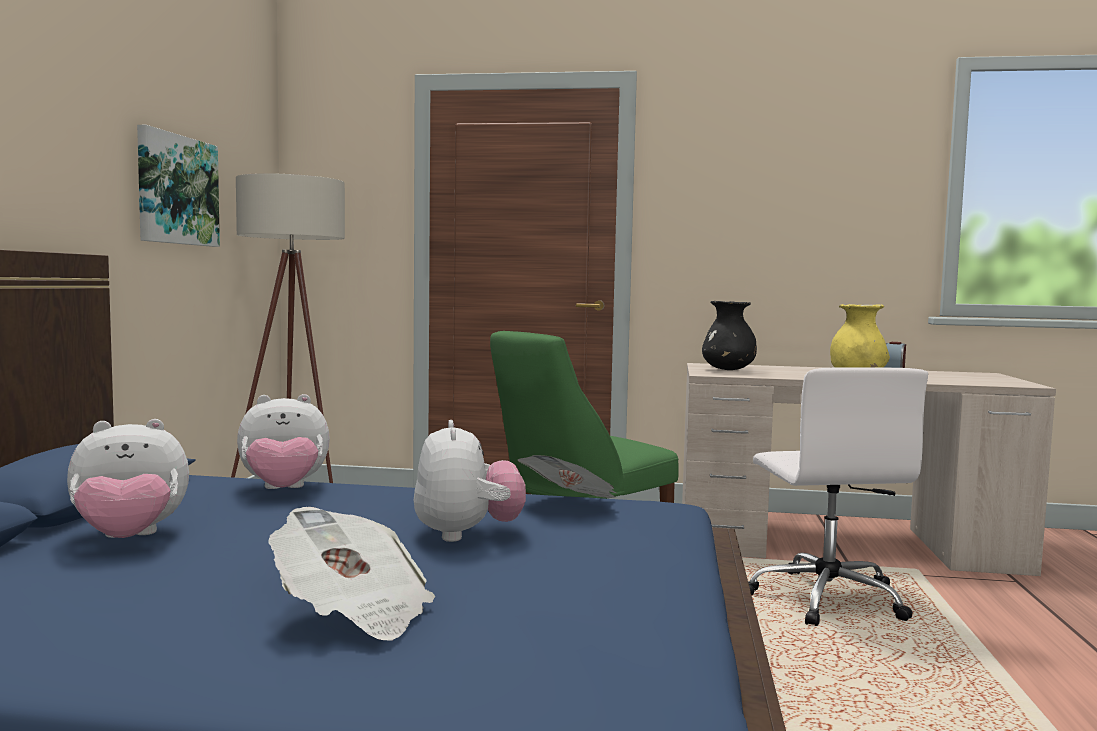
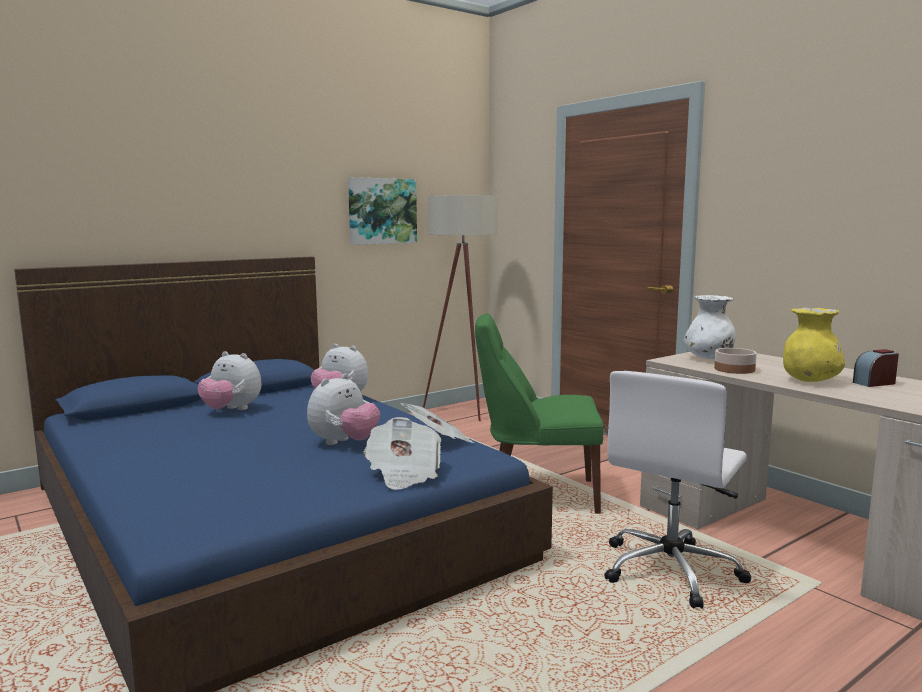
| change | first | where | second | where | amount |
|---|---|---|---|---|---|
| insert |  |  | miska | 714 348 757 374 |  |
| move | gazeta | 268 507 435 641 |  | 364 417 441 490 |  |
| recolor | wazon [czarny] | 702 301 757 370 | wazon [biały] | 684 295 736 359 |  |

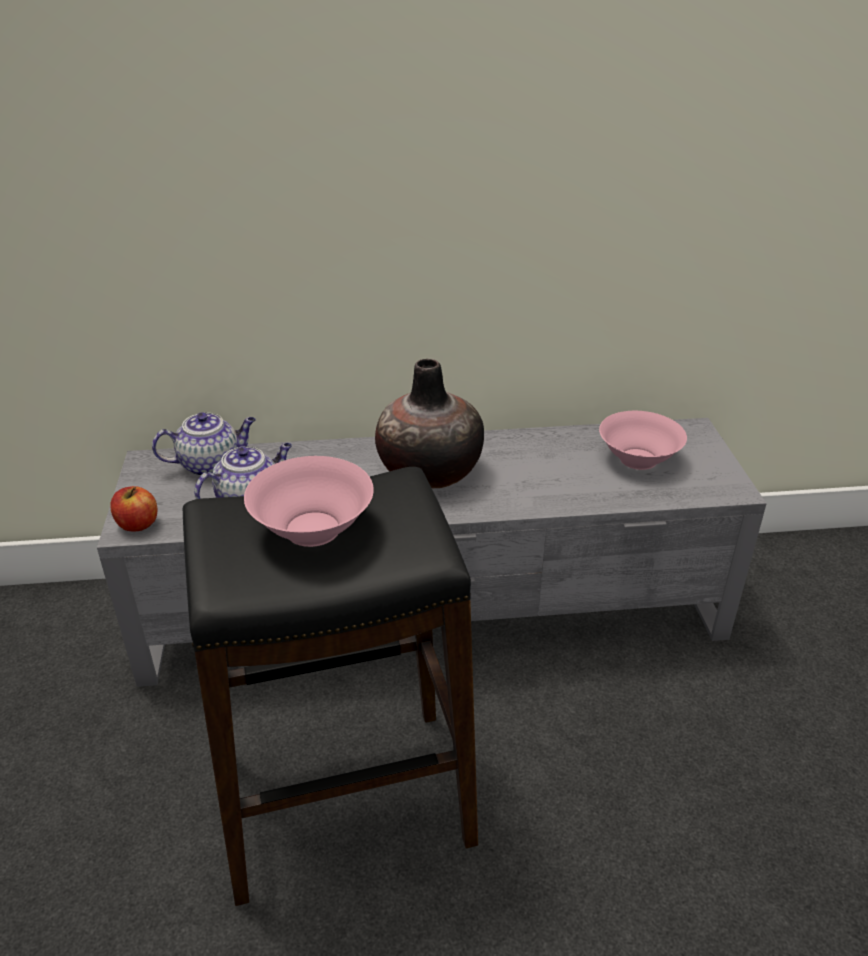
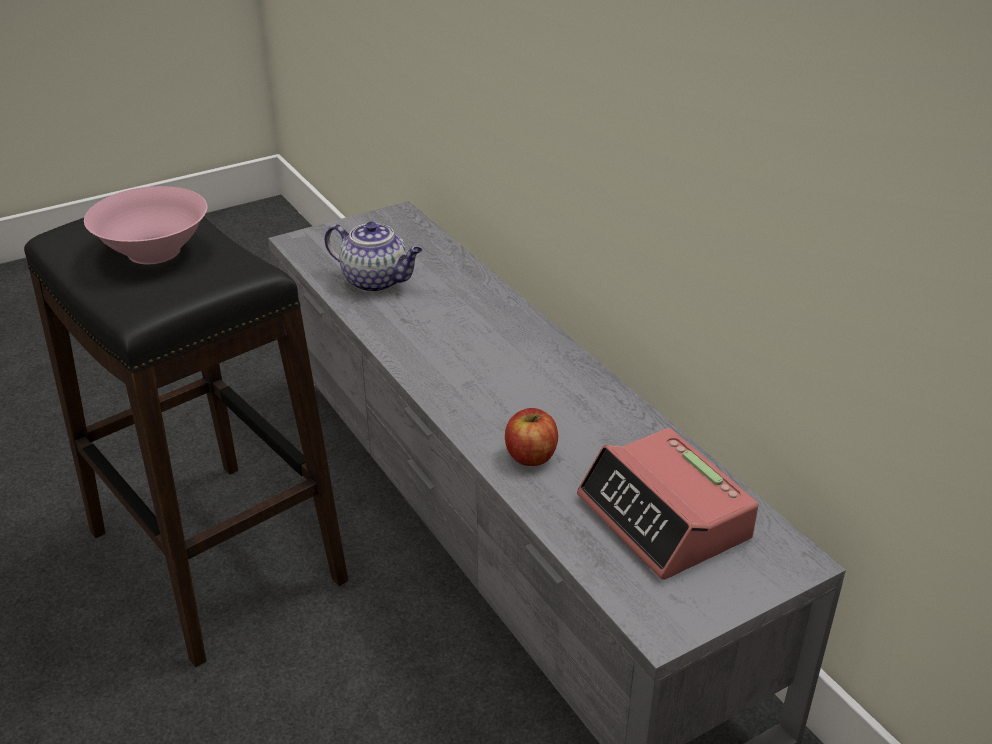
| change | first | where | second | where | amount |
|---|---|---|---|---|---|
| delete | imbryk | 152 412 256 476 |  |  |  |
| delete | wazon | 375 359 484 488 |  |  |  |
| move | jabłko | 111 486 157 531 |  | 505 408 558 466 |  |
| replace | miska [różowy] | 599 411 687 470 | budzik | 577 428 759 580 |  |

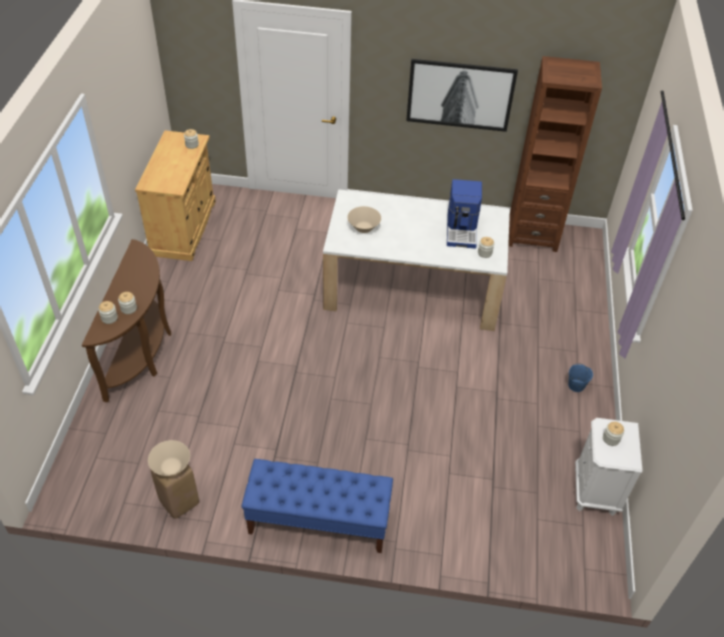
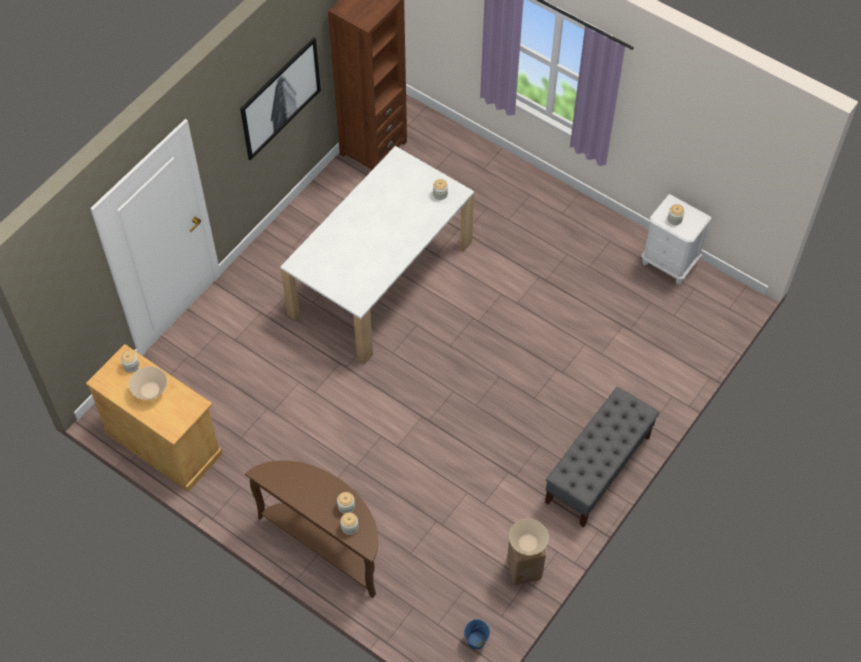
| change | first | where | second | where | amount |
|---|---|---|---|---|---|
| delete | ekspres do kawy | 447 179 482 249 |  |  |  |
| move | miska [beżowy] | 347 206 381 233 |  | 129 366 167 400 |  |
| move | wiadro [niebieski] | 568 363 593 392 |  | 464 619 490 650 |  |
| recolor | ławka [niebieski] | 241 459 393 553 | ławka [szary] | 545 387 659 528 |  |

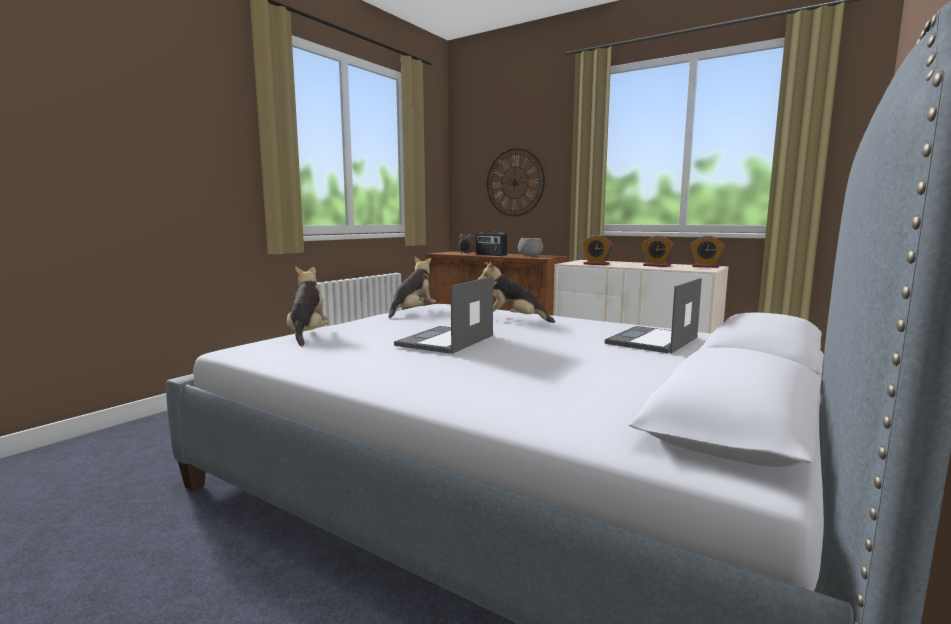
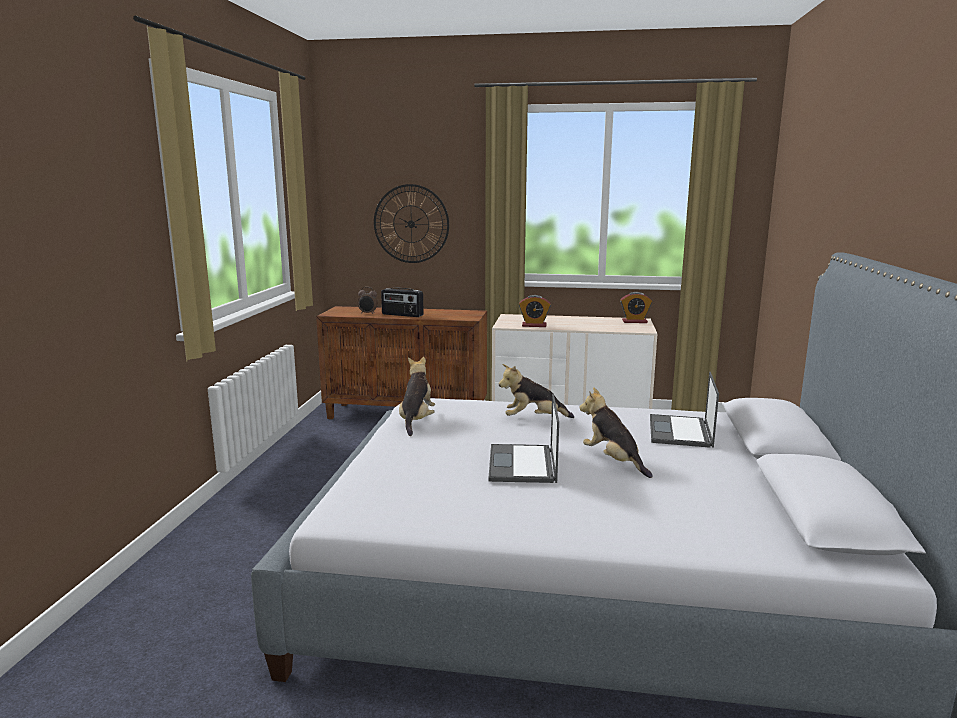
| change | first | where | second | where | amount |
|---|---|---|---|---|---|
| delete | miska [szary] | 518 238 543 256 |  |  |  |
| delete | budzik | 642 235 675 267 |  |  |  |
| move | pluszak | 287 266 329 346 |  | 579 387 653 478 |  |

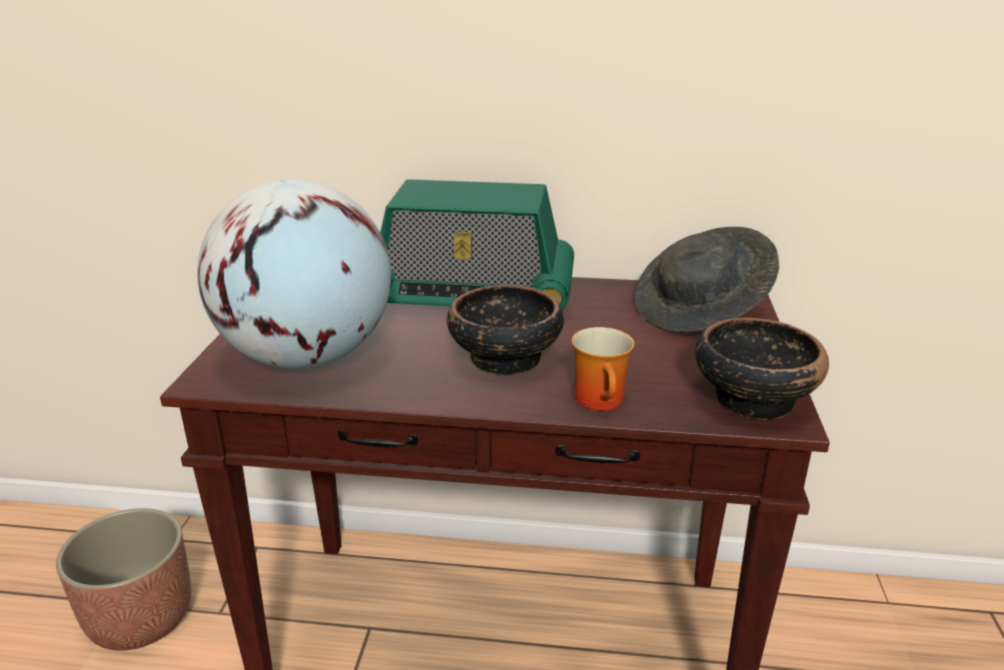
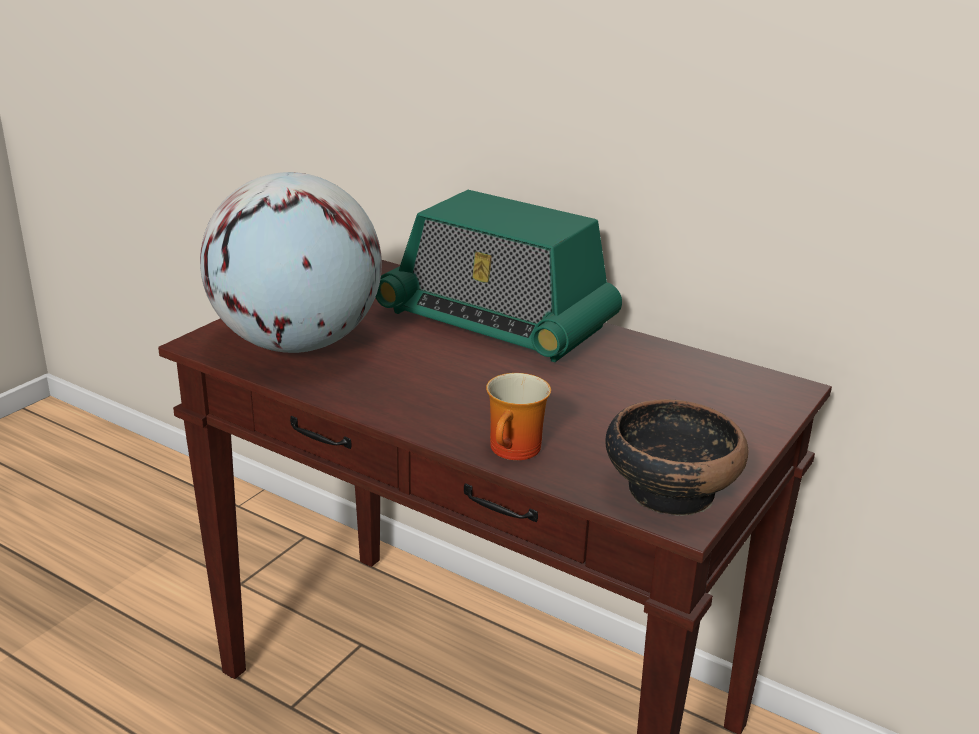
| change | first | where | second | where | amount |
|---|---|---|---|---|---|
| delete | donica | 56 508 191 651 |  |  |  |
| delete | miska | 447 285 564 375 |  |  |  |
| delete | kapelusz [szary] | 635 227 779 333 |  |  |  |

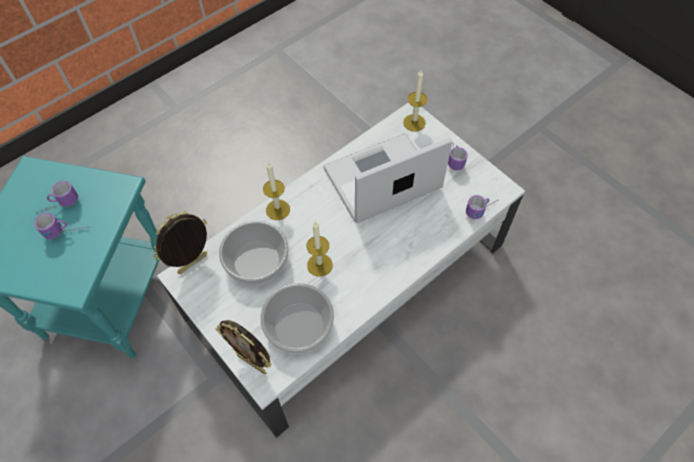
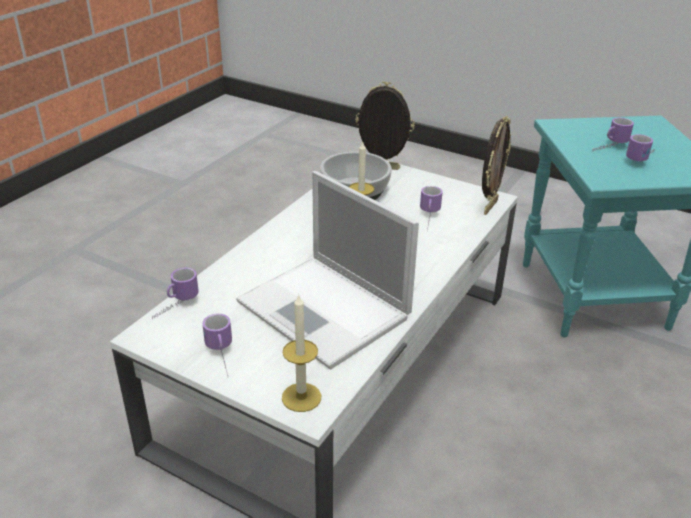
| change | first | where | second | where | amount |
|---|---|---|---|---|---|
| delete | świeca | 263 162 290 220 |  |  |  |
| replace | miska | 219 221 288 285 | kubek | 420 186 442 231 |  |
| rotate | laptop | 323 133 453 223 |  | 236 171 419 369 | 90 degrees clockwise |

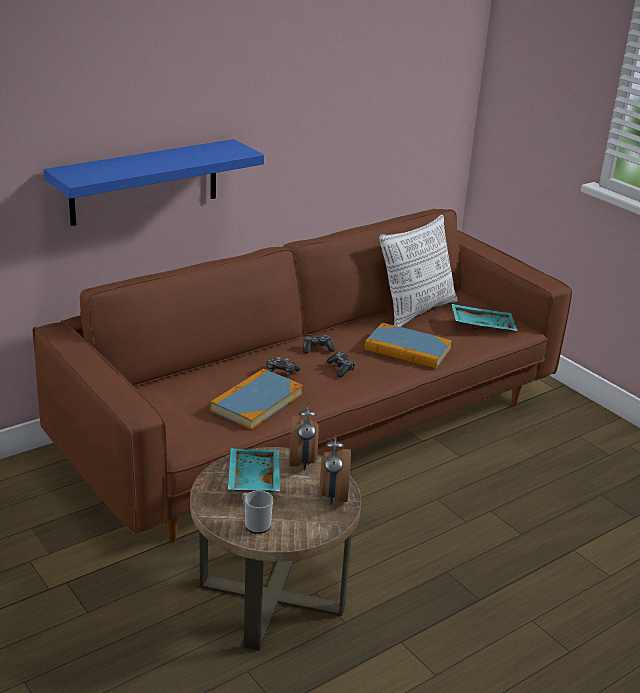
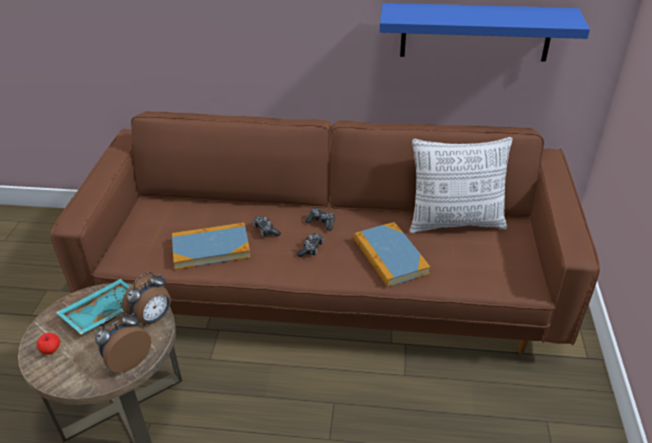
| change | first | where | second | where | amount |
|---|---|---|---|---|---|
| delete | taca [turkusowy] | 451 304 517 332 |  |  |  |
| move | półka [niebieski] | 44 139 264 226 |  | 380 3 590 62 |  |
| replace | kubek | 242 490 273 534 | jabłko | 37 333 60 355 |  |

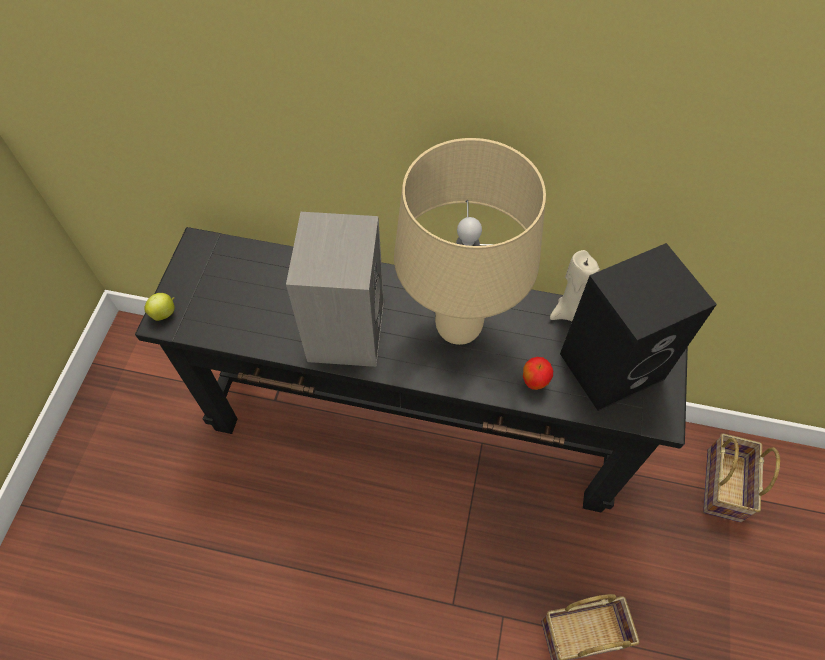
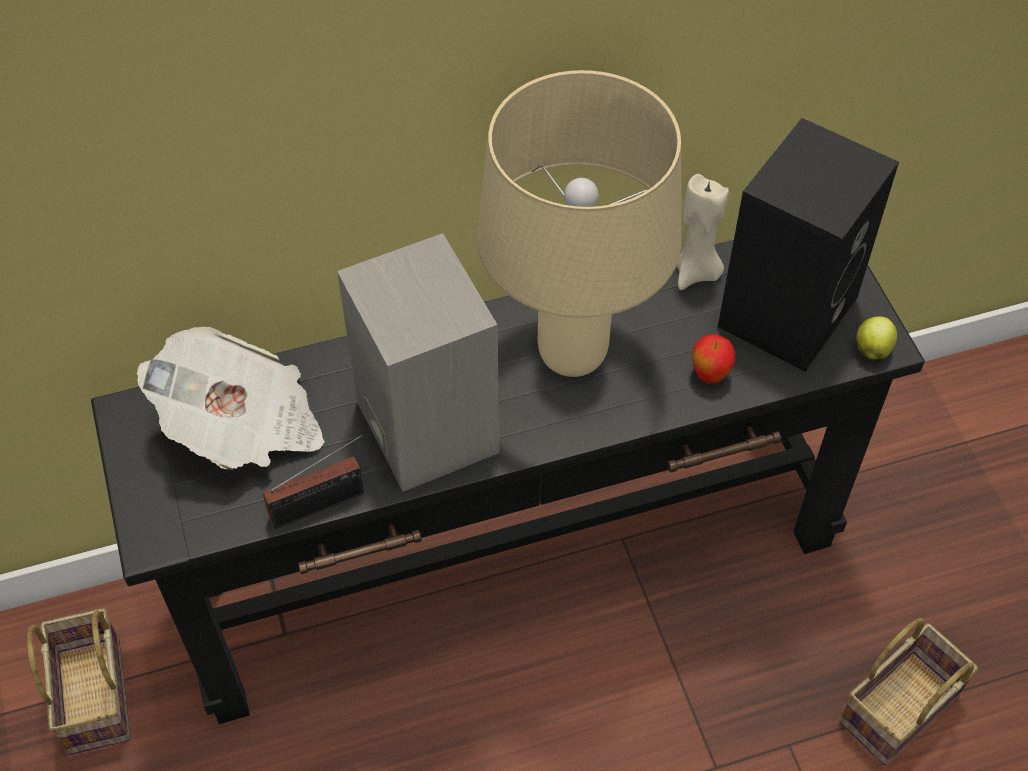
| change | first | where | second | where | amount |
|---|---|---|---|---|---|
| insert |  |  | gazeta | 137 326 325 470 |  |
| insert |  |  | radio | 263 434 364 529 |  |
| move | jabłko | 144 293 175 321 |  | 857 316 897 359 |  |
| move | koszyk | 703 433 780 522 |  | 27 608 131 755 |  |

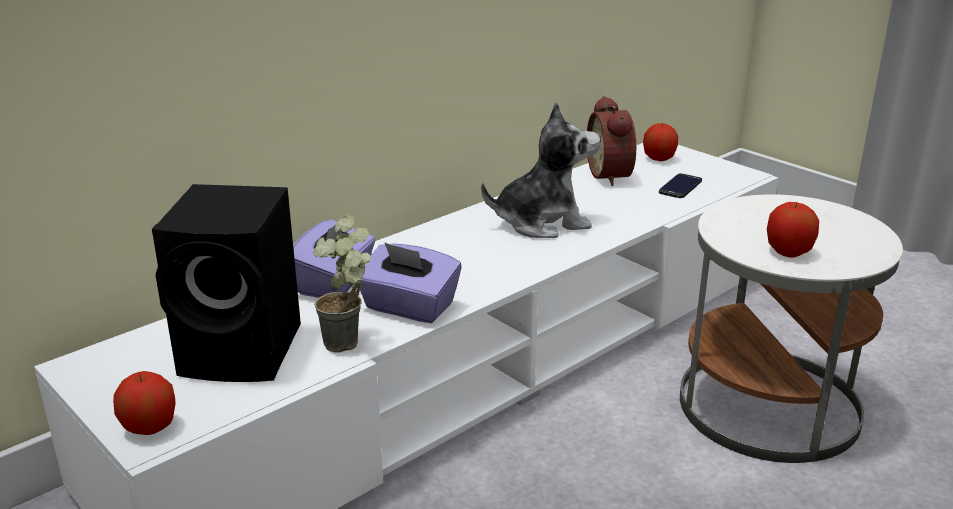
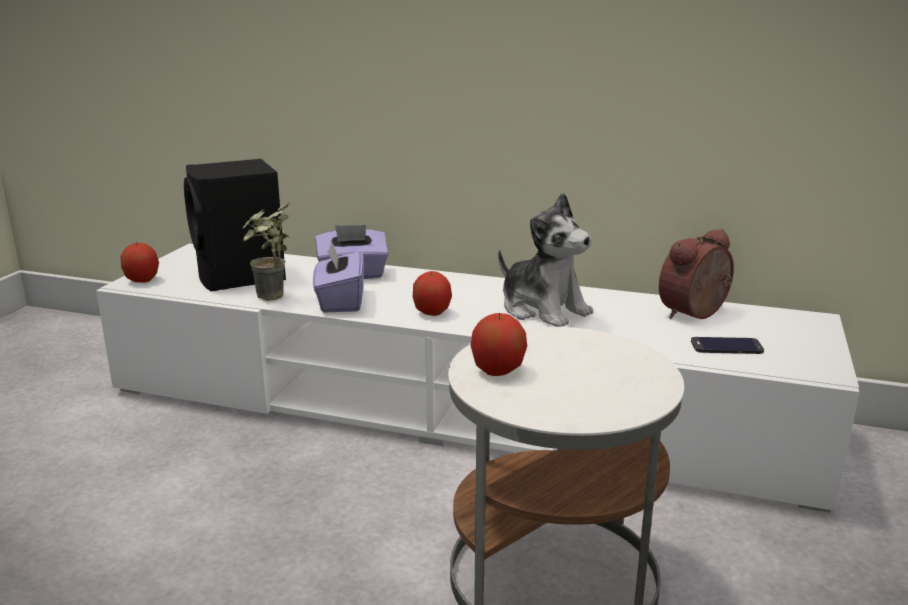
| change | first | where | second | where | amount |
|---|---|---|---|---|---|
| move | jabłko | 643 123 678 161 |  | 413 271 452 316 |  |

